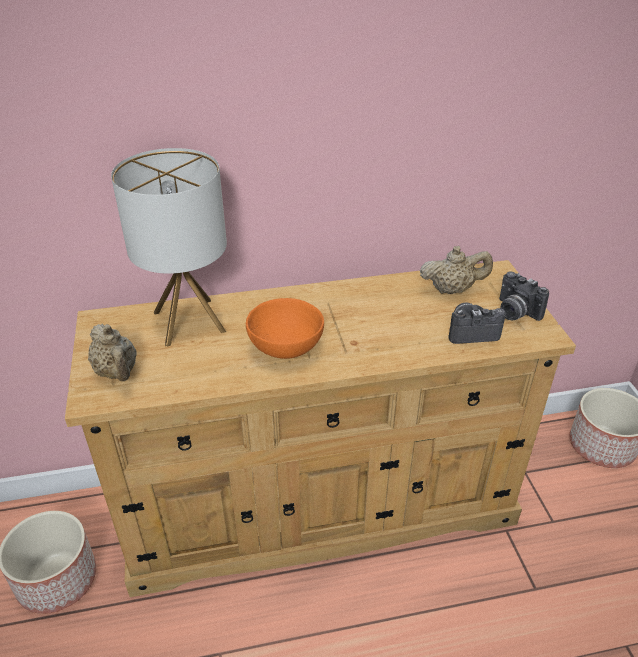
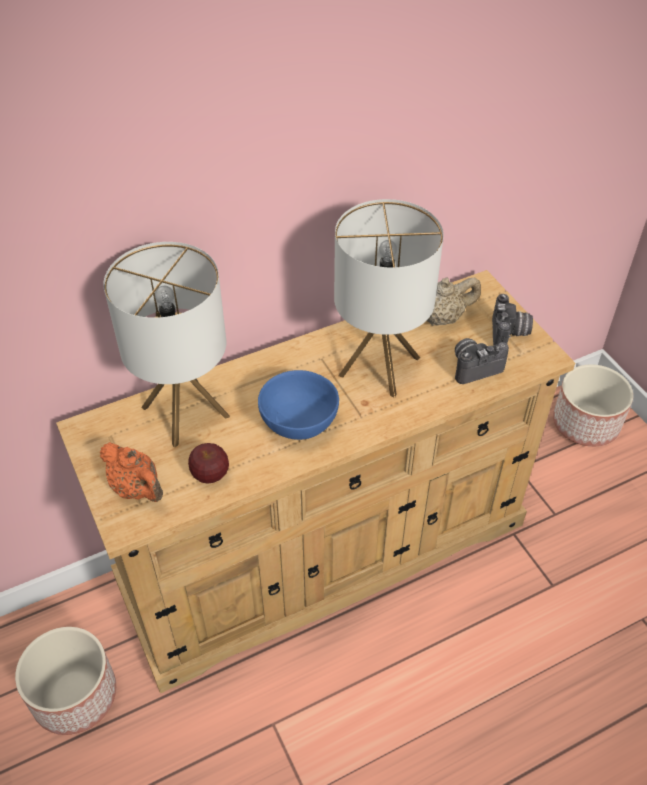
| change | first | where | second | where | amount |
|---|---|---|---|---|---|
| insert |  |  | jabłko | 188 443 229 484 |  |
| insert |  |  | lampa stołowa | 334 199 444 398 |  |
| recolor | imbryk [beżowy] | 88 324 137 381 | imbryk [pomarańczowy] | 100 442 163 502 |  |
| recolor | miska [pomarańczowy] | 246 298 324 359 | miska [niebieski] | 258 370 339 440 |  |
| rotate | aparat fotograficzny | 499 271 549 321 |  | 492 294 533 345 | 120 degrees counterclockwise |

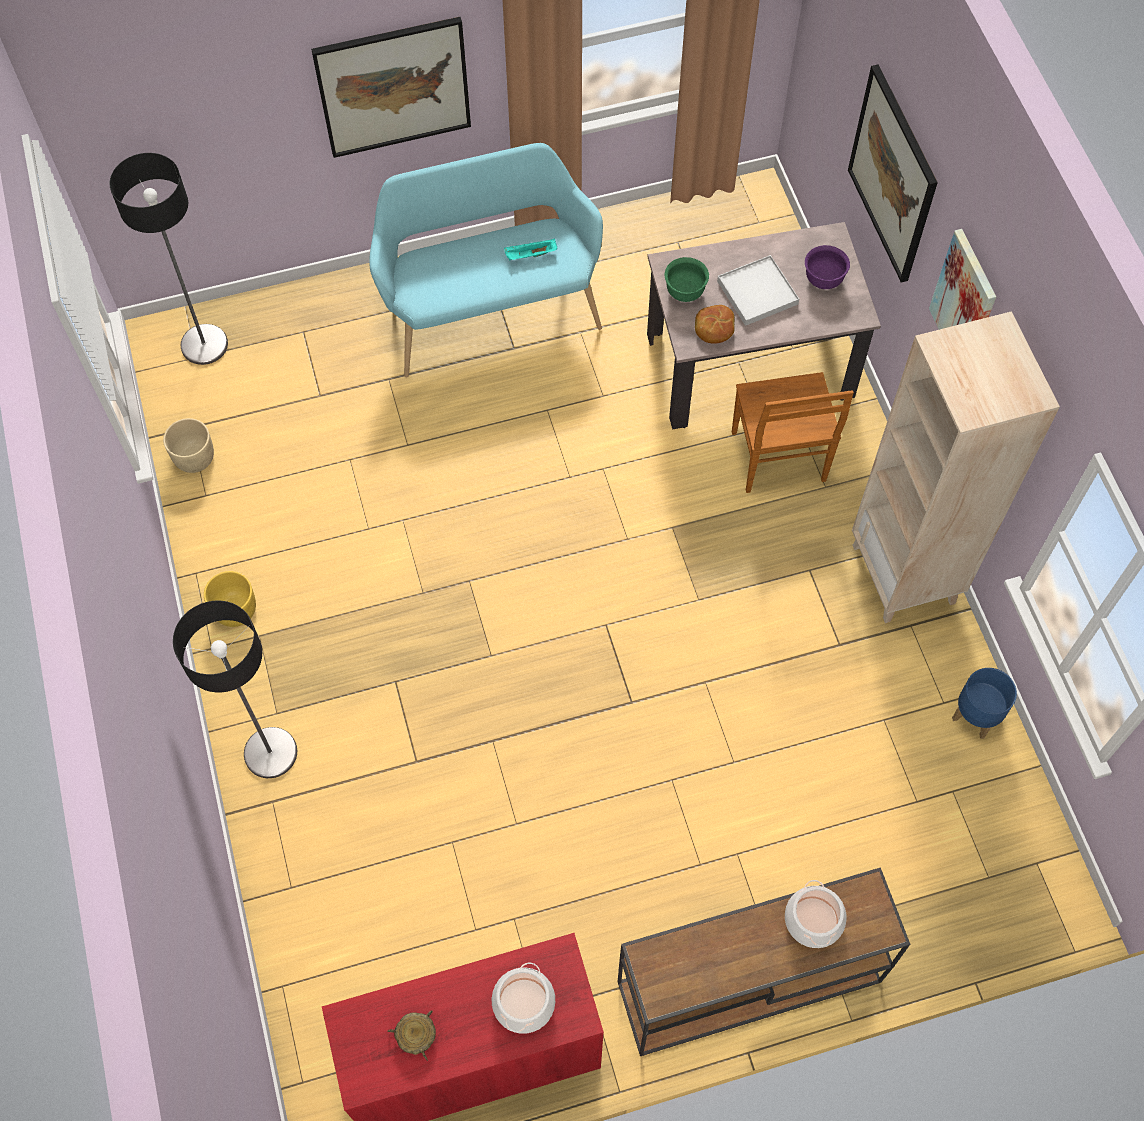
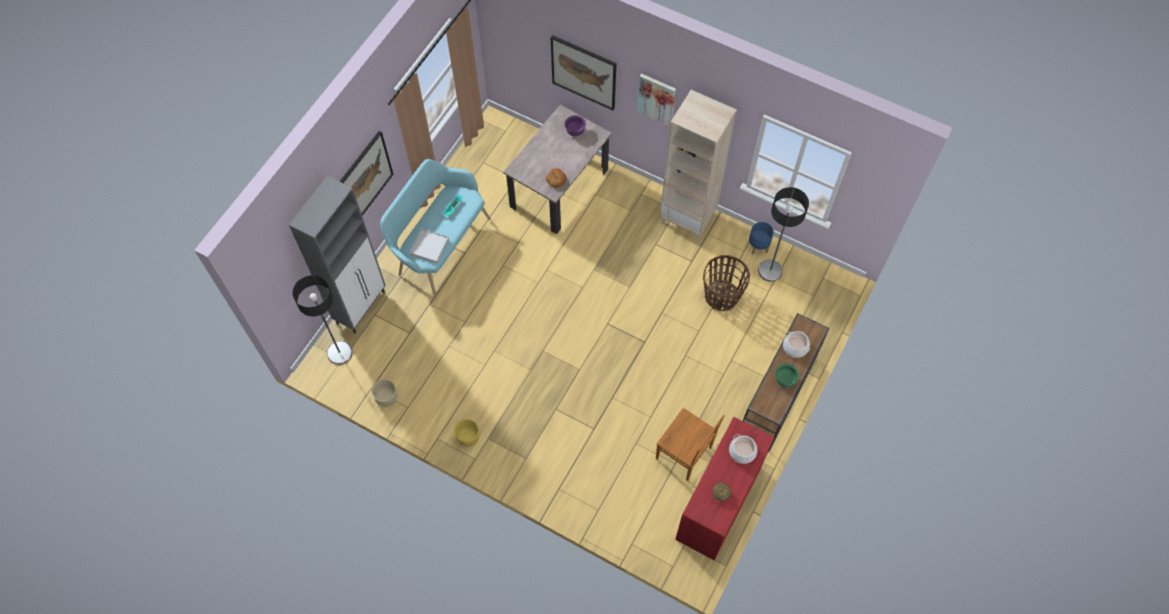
| change | first | where | second | where | amount |
|---|---|---|---|---|---|
| insert |  |  | szafka [szary] | 289 176 386 333 |  |
| insert |  |  | koszyk | 703 255 750 311 |  |
| move | lampa stojąca | 173 601 297 778 |  | 758 187 809 282 |  |
| move | miska [zielony] | 665 257 709 302 |  | 775 363 799 387 |  |
| move | taca [biały] | 717 255 799 326 |  | 409 228 449 264 |  |
| move | krzesło [brązowy] | 732 372 854 493 |  | 656 408 725 481 |  |

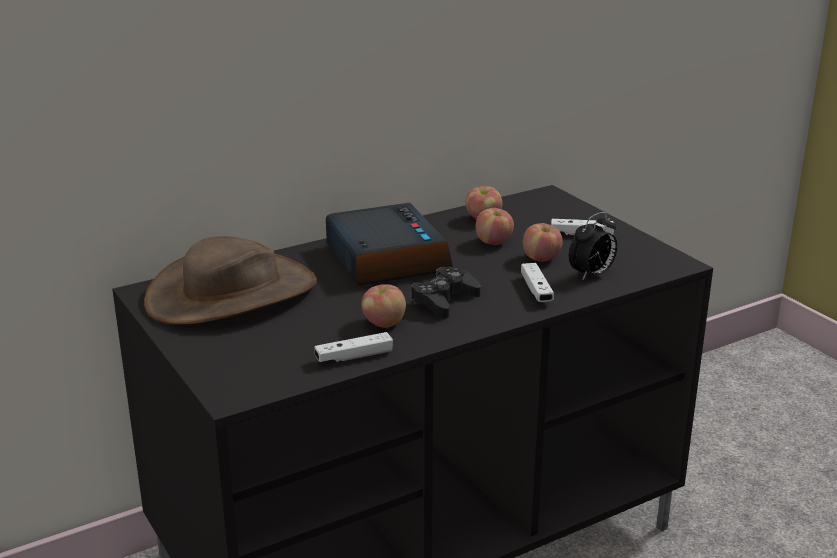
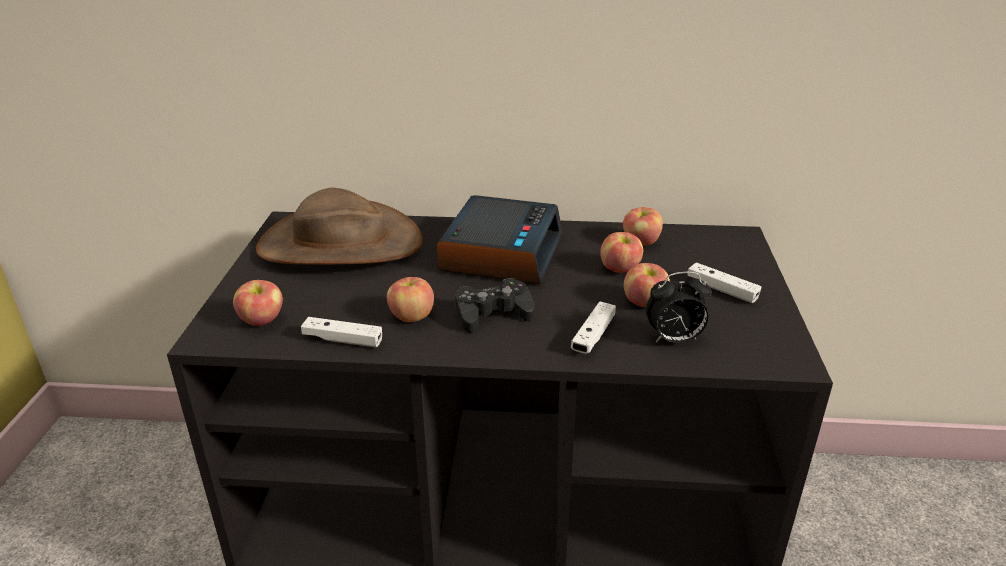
| change | first | where | second | where | amount |
|---|---|---|---|---|---|
| insert |  |  | jabłko | 233 280 283 326 |  |

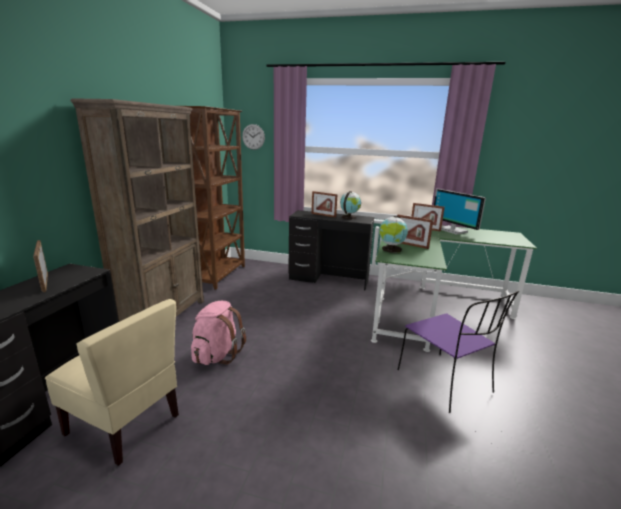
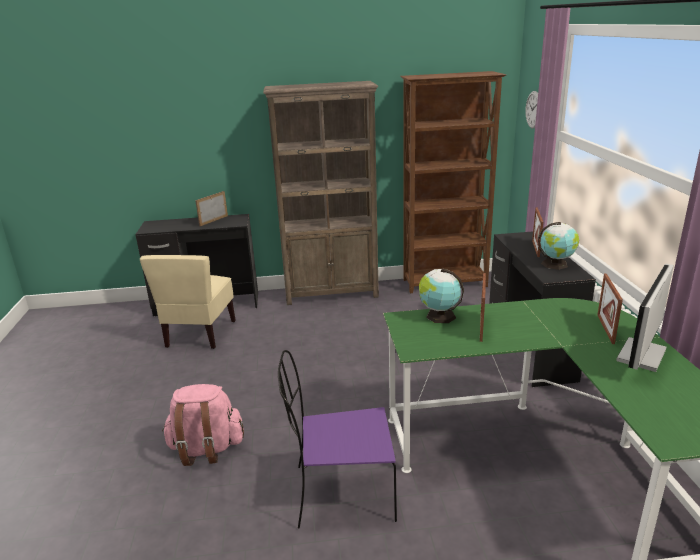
| change | first | where | second | where | amount |
|---|---|---|---|---|---|
| move | plecak [różowy] | 191 301 246 365 |  | 162 384 244 466 |  |
| rotate | krzesło [fioletowy] | 398 291 519 413 |  | 278 350 397 529 | 45 degrees clockwise |

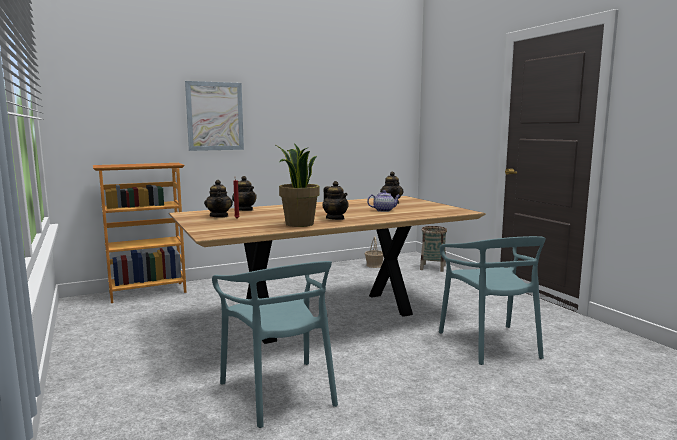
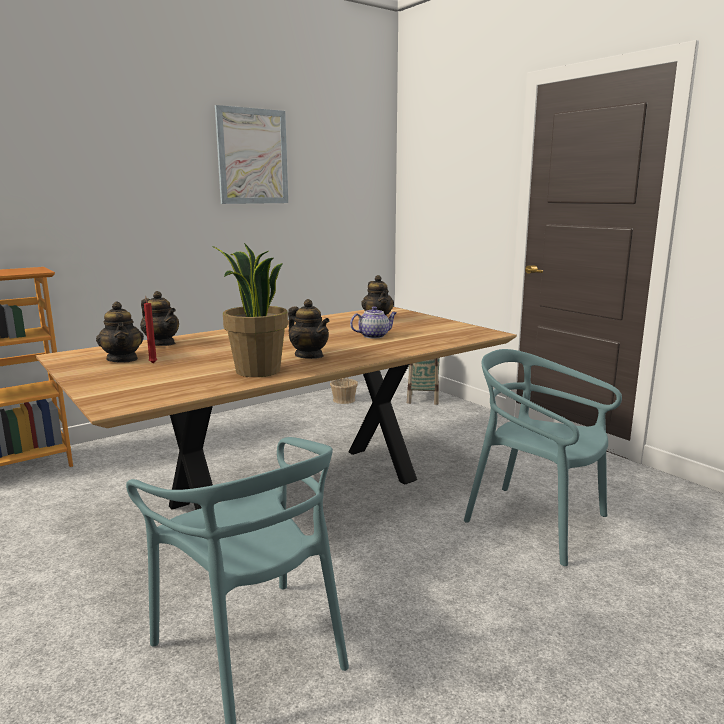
| change | first | where | second | where | amount |
|---|---|---|---|---|---|
| move | obraz | 185 81 244 151 |  | 215 105 288 204 |  |
| rotate | krzesło [turkusowy] | 439 236 546 365 |  | 464 349 622 566 | 150 degrees clockwise |

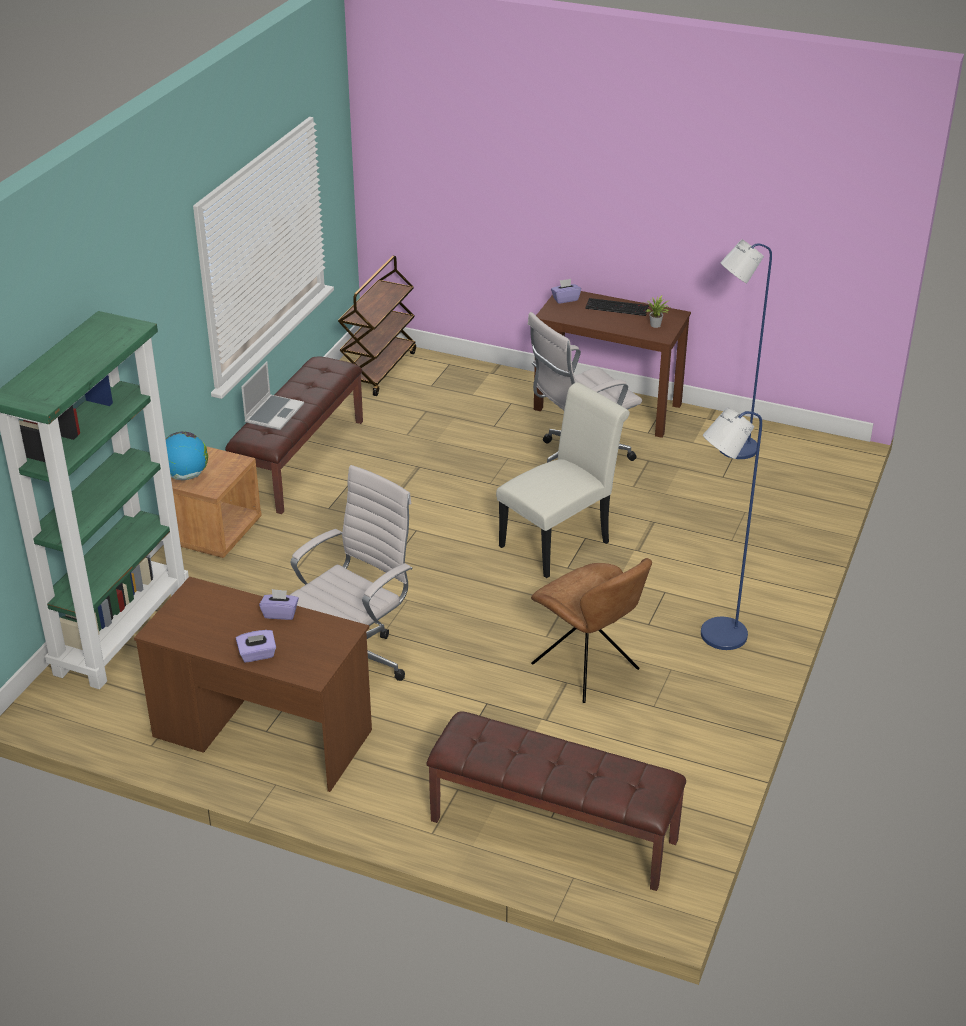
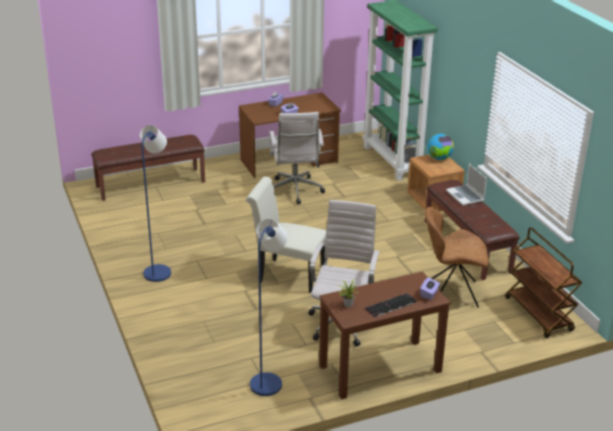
| change | first | where | second | where | amount |
|---|---|---|---|---|---|
| move | krzesło [brązowy] | 531 558 652 703 |  | 424 207 489 307 |  |
| rotate | krzesło [biały] | 496 382 630 578 |  | 246 176 326 293 | 105 degrees clockwise |

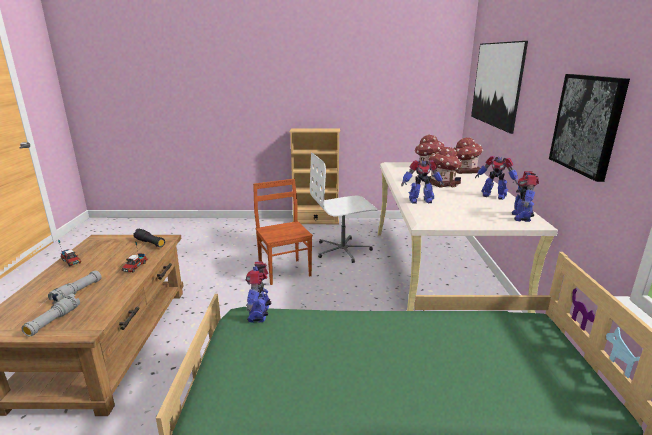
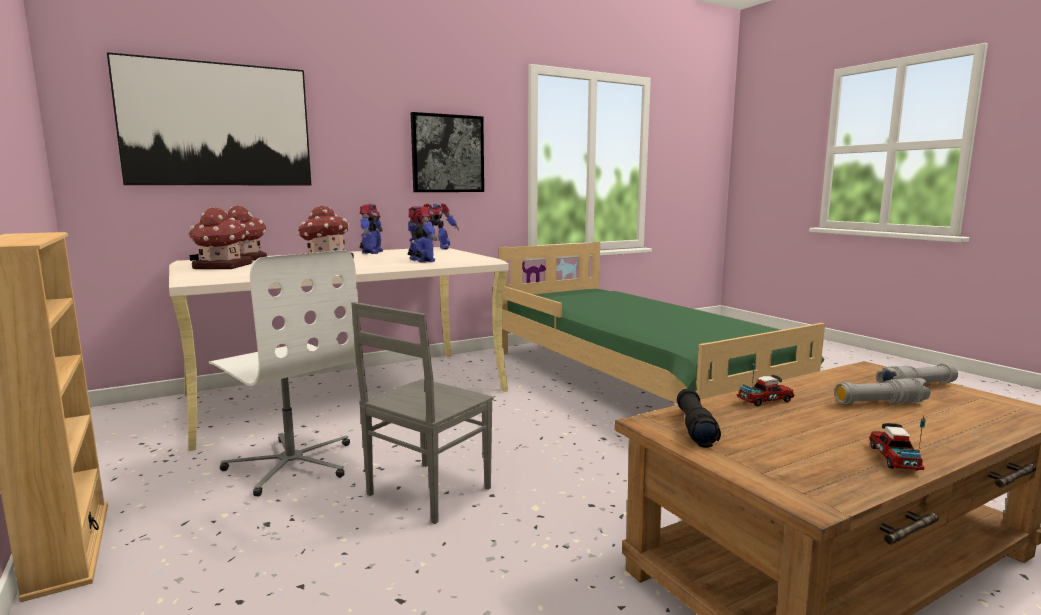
| change | first | where | second | where | amount |
|---|---|---|---|---|---|
| delete | robot zabawkowy | 246 262 271 323 |  |  |  |
| recolor | krzesło [brązowy] | 253 179 313 285 | krzesło [szary] | 351 302 494 524 |  |

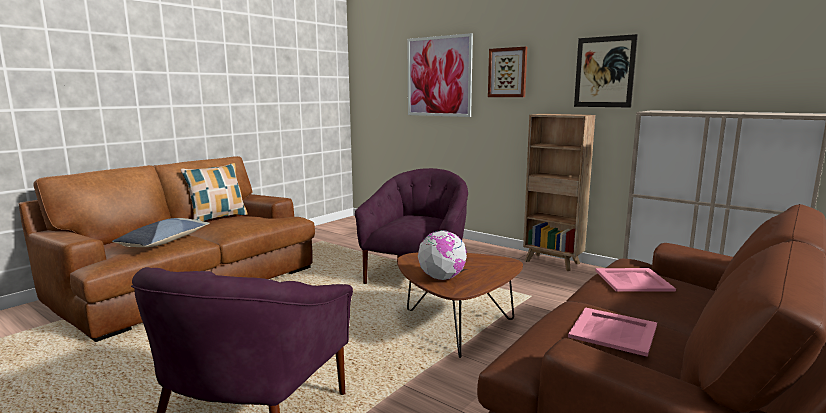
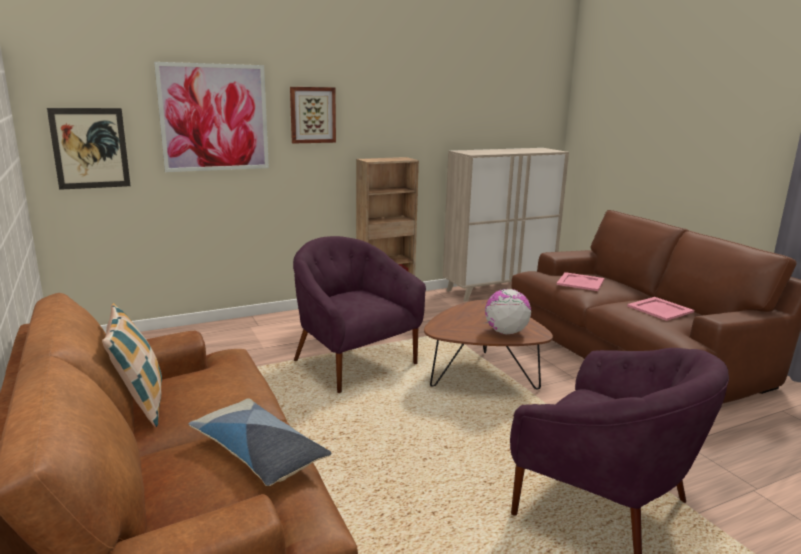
| change | first | where | second | where | amount |
|---|---|---|---|---|---|
| move | obraz | 574 34 638 108 |  | 47 108 131 190 |  |

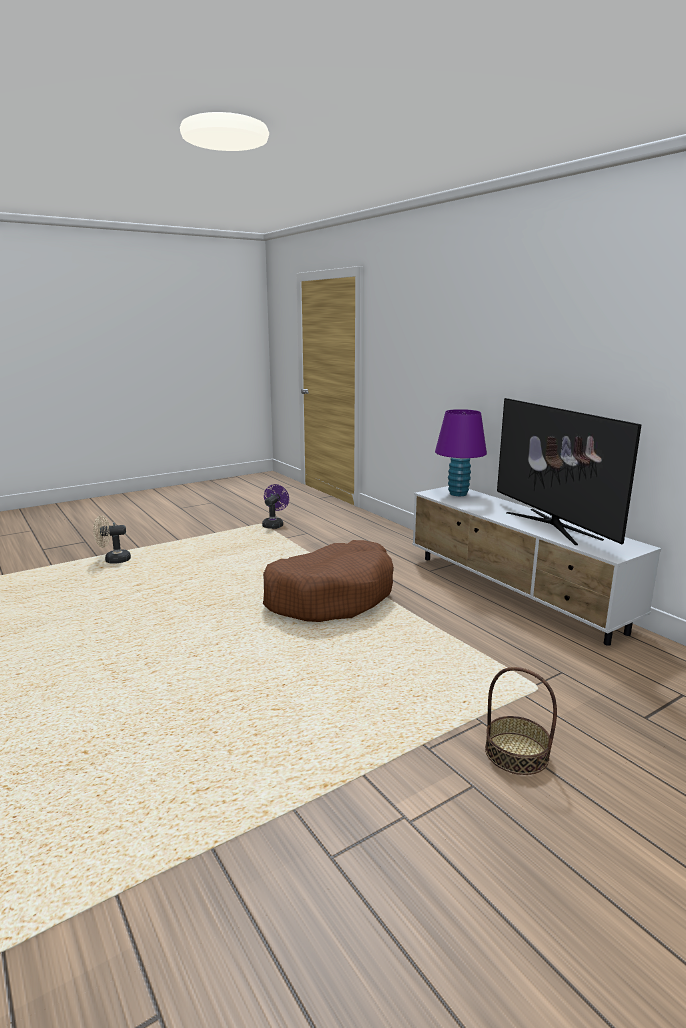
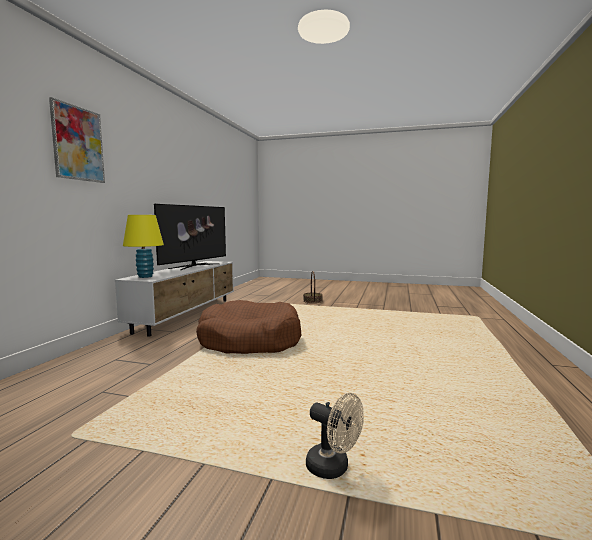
| change | first | where | second | where | amount |
|---|---|---|---|---|---|
| delete | wentylator [fioletowy] | 262 484 289 529 |  |  |  |
| insert |  |  | obraz | 49 97 105 183 |  |
| recolor | lampa stołowa [fioletowy] | 435 409 487 496 | lampa stołowa [żółty] | 123 215 164 278 |  |

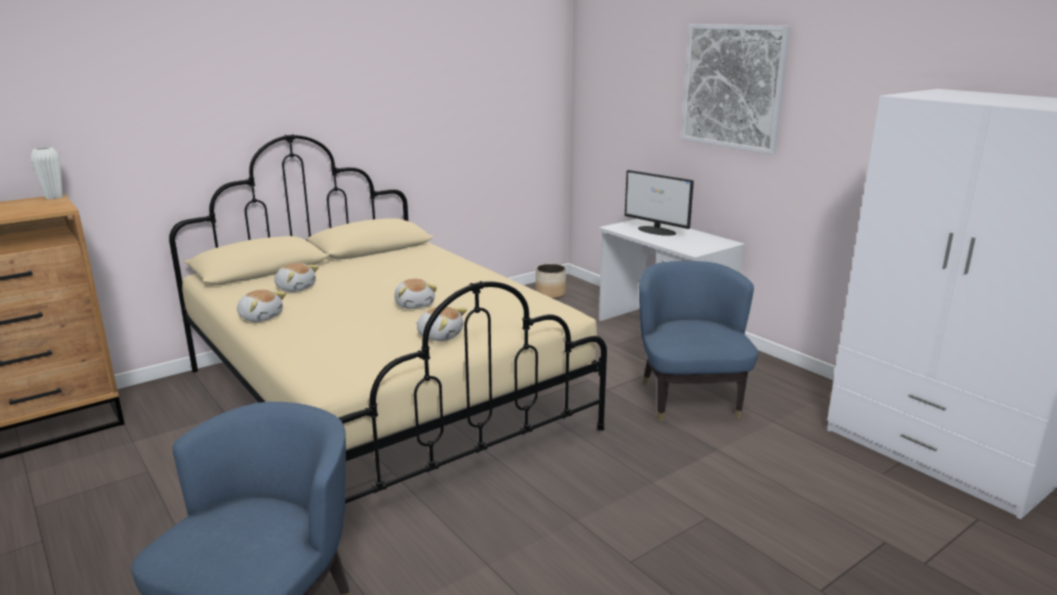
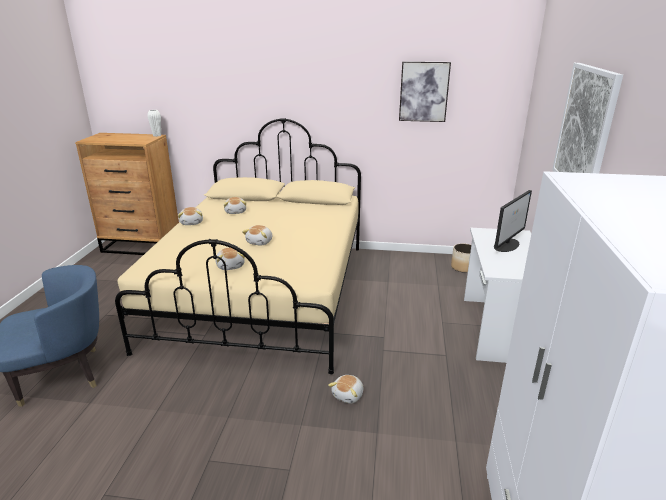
| change | first | where | second | where | amount |
|---|---|---|---|---|---|
| delete | fotel [niebieski] | 639 261 758 422 |  |  |  |
| insert |  |  | pluszak | 328 375 363 403 |  |
| insert |  |  | obraz | 399 61 451 122 |  |
| rotate | monitor | 625 170 694 236 |  | 494 190 532 252 | 135 degrees counterclockwise |

